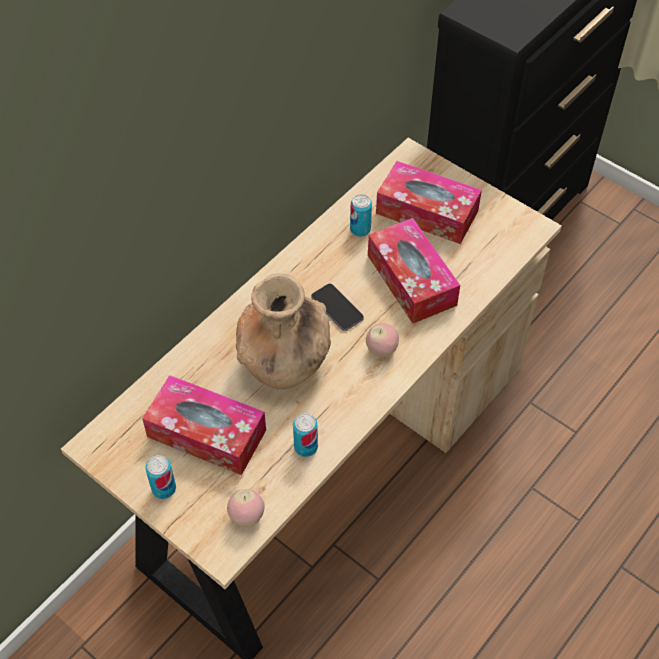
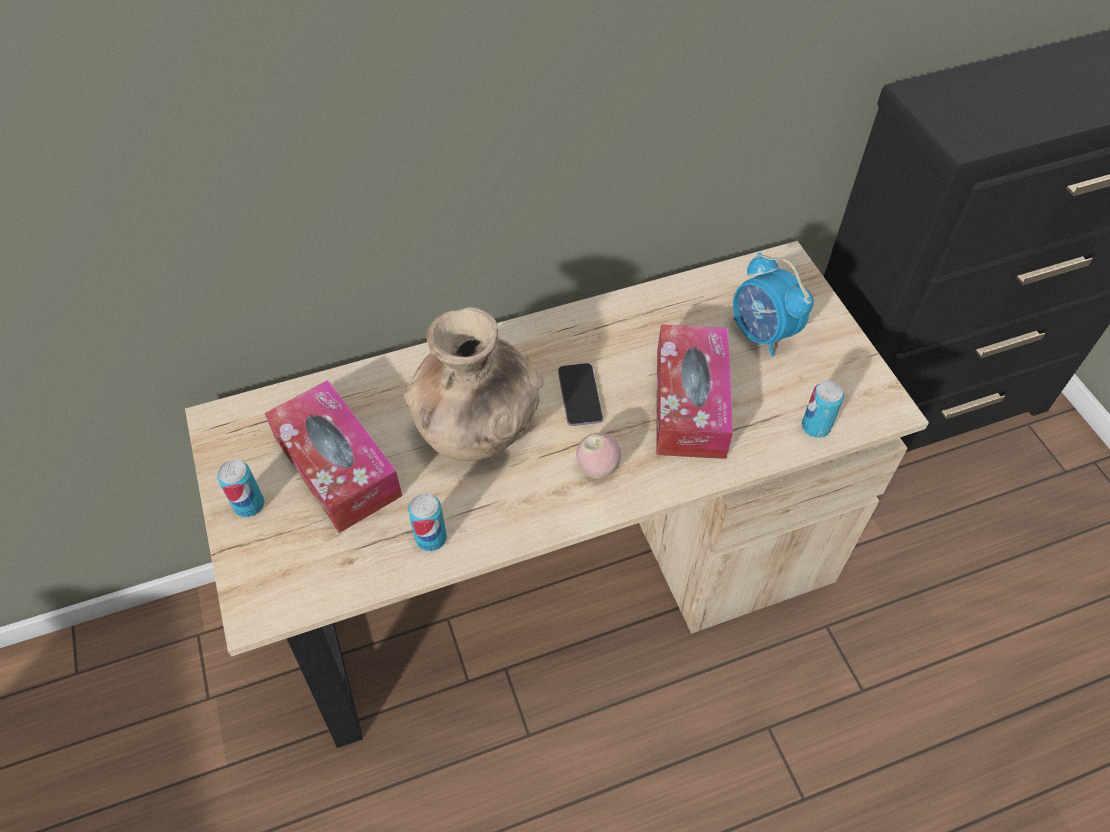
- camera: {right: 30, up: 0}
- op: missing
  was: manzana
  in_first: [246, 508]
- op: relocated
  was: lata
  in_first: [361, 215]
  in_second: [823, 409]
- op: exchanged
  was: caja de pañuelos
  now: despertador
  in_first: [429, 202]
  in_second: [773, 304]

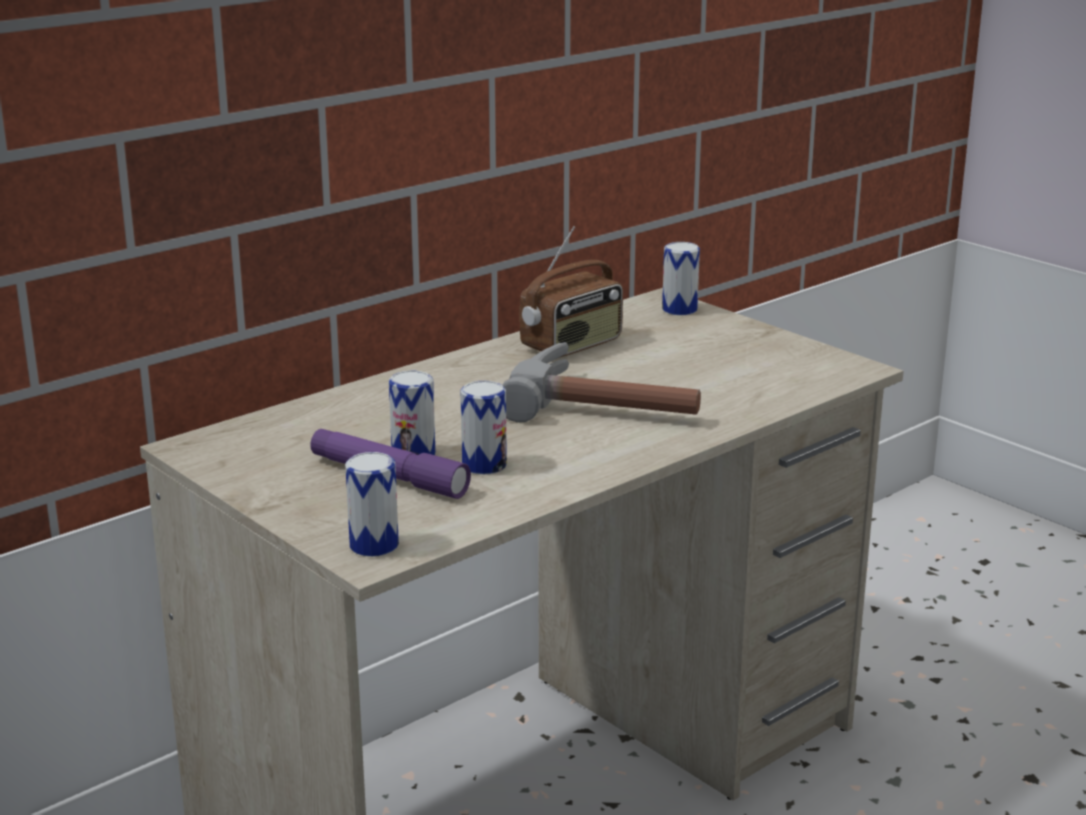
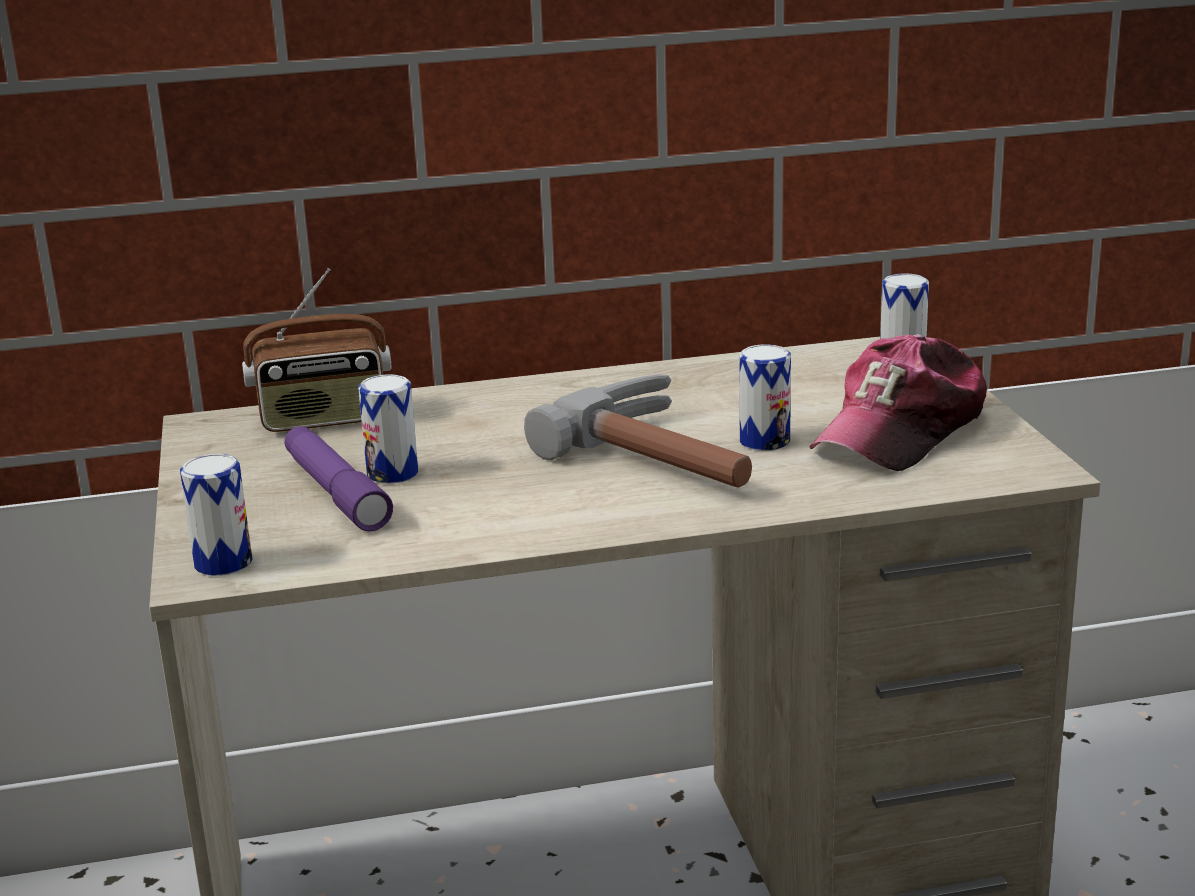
- camera: {right: 30, up: 0}
- op: appeared
  now: gorra
  in_second: [898, 402]
- op: relocated
  was: lata
  in_first: [483, 428]
  in_second: [765, 398]
- op: relocated
  was: radio
  in_first: [571, 292]
  in_second: [316, 350]

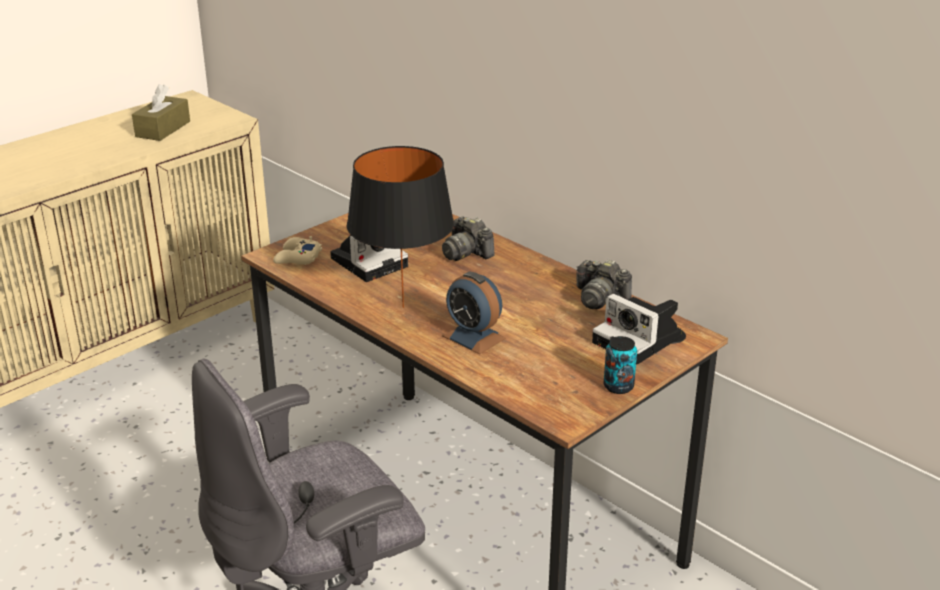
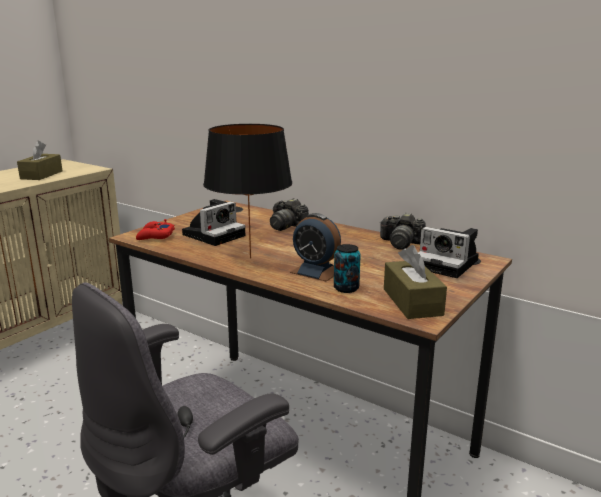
- camera: {right: -10, up: -10}
- op: appeared
  now: caja de pañuelos (marrón)
  in_second: [415, 282]
- op: relocated
  was: lata
  in_first: [620, 365]
  in_second: [347, 268]
- op: colour
  was: mando de consola (beis)
  now: mando de consola (rojo)
  in_first: [297, 250]
  in_second: [155, 229]

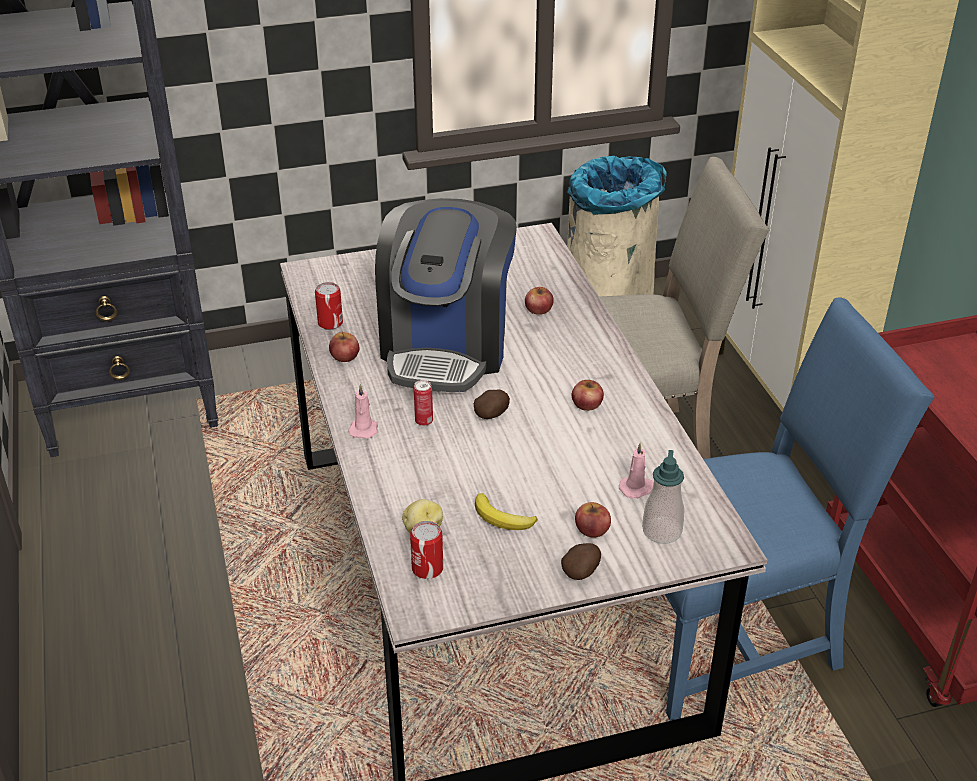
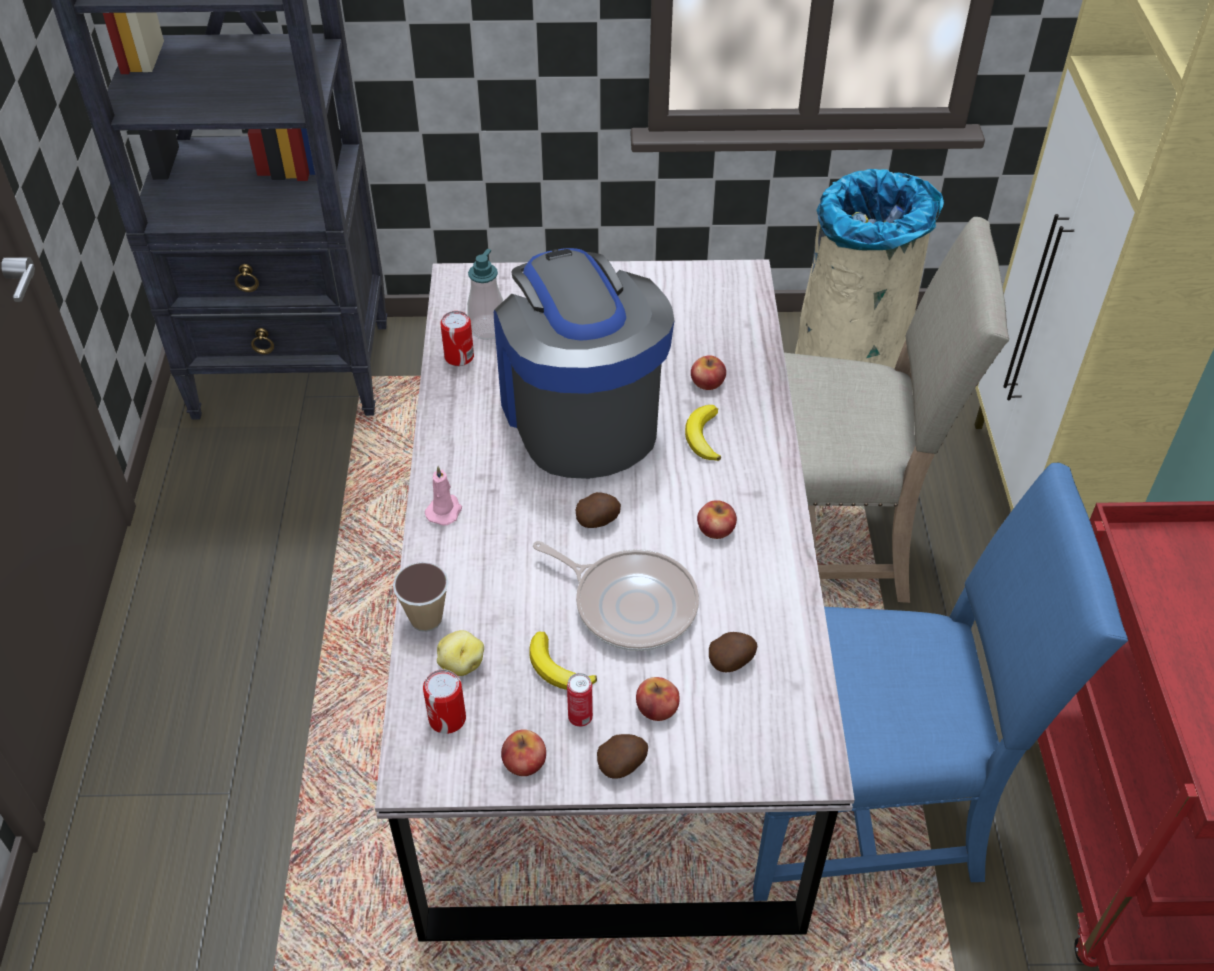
- camera: {right: 15, up: 10}
- op: appeared
  now: taza
  in_second: [420, 597]
- op: appeared
  now: sartén
  in_second: [616, 596]
- op: appeared
  now: plátano
  in_second: [703, 433]
- op: relocated
  was: manzana
  in_first: [344, 347]
  in_second: [523, 752]
- op: relocated
  was: lata
  in_first: [423, 403]
  in_second: [580, 700]
- op: relocated
  was: dispensador de jabón
  in_first: [663, 497]
  in_second: [485, 294]
- op: exchanged
  was: vela (rosa)
  now: patata
  in_first: [636, 470]
  in_second: [733, 652]
- op: spun
  was: cafetera
  in_first: [446, 295]
  in_second: [584, 363]
  clockwise: 135

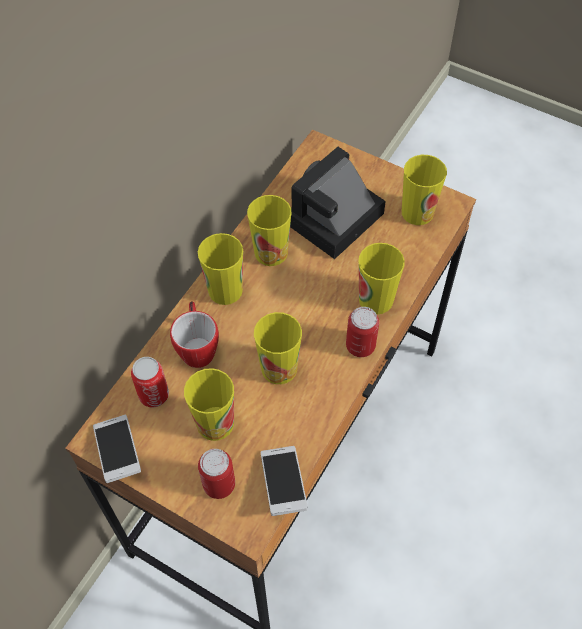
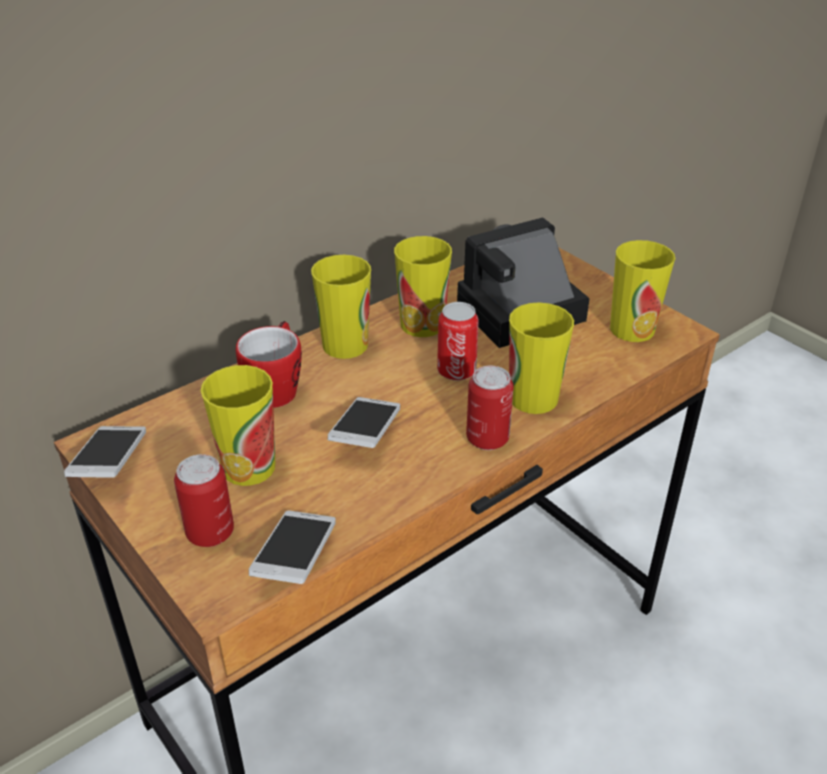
- camera: {right: 20, up: -20}
- op: relocated
  was: lata
  in_first: [150, 382]
  in_second: [458, 341]
- op: exchanged
  was: taza
  now: móvil
  in_first: [278, 348]
  in_second: [364, 422]

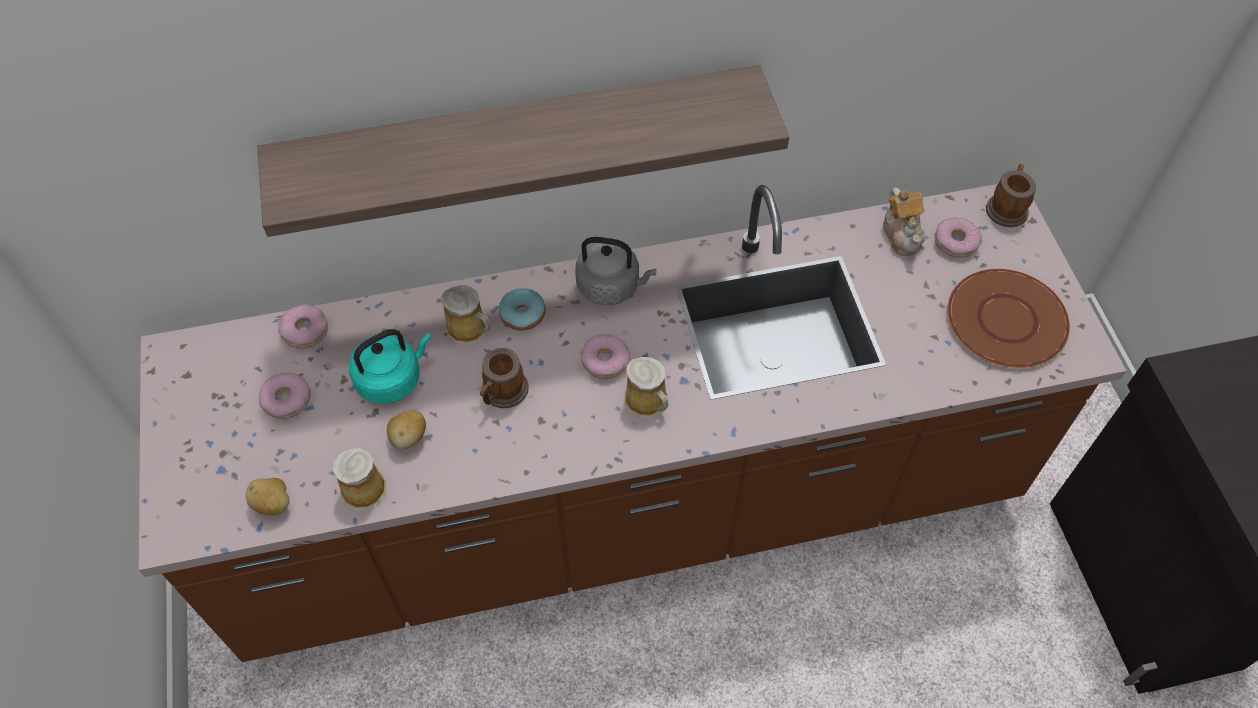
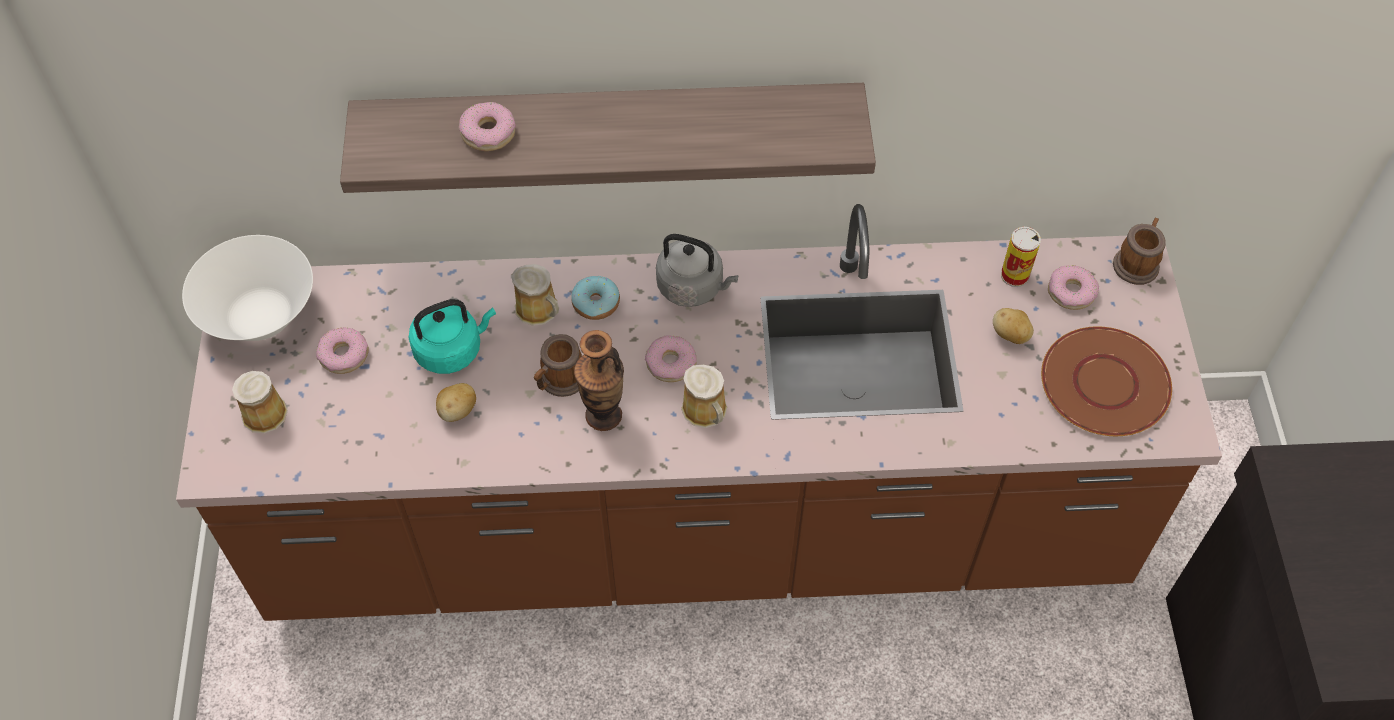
- camera: {right: 10, up: 0}
- op: appeared
  now: cuenco (blanco)
  in_second: [247, 288]
- op: appeared
  now: florero
  in_second: [599, 380]
- op: relocated
  was: patata
  in_first: [268, 496]
  in_second: [1013, 326]
- op: relocated
  was: rosquilla
  in_first: [303, 326]
  in_second: [487, 126]
- op: relocated
  was: taza grande
  in_first: [359, 479]
  in_second: [260, 402]
- op: exchanged
  was: tetera
  now: lata
  in_first: [904, 221]
  in_second: [1021, 257]

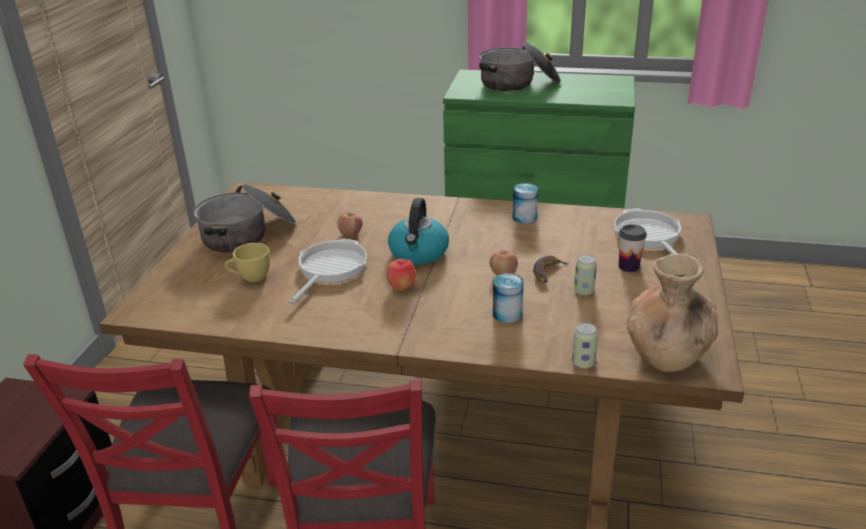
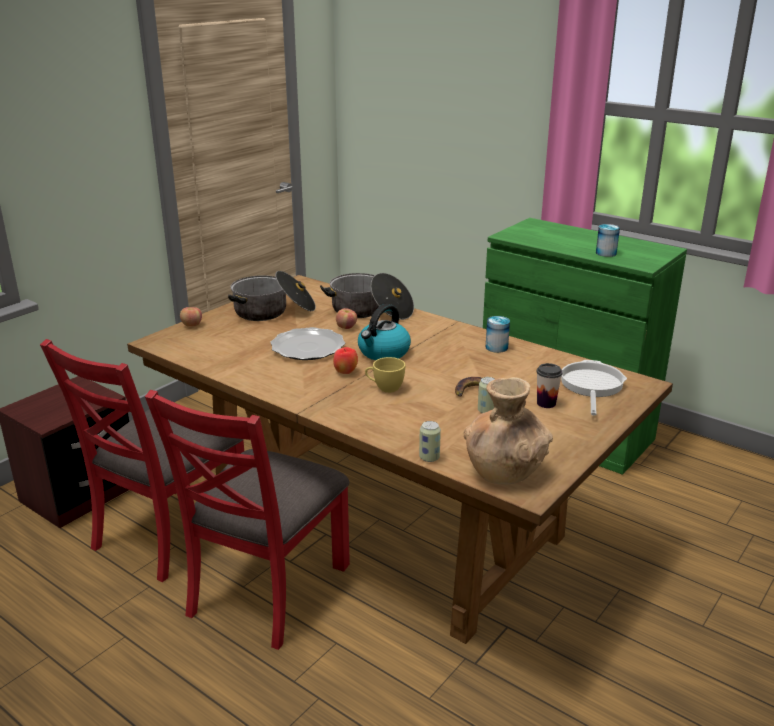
- camera: {right: 25, up: -5}
- op: relocated
  was: taza (amarillo)
  in_first: [247, 262]
  in_second: [385, 375]
- op: relocated
  was: olla
  in_first: [520, 67]
  in_second: [367, 296]
- op: relocated
  was: manzana
  in_first: [504, 262]
  in_second: [191, 317]
- op: relocated
  was: lata
  in_first: [508, 298]
  in_second: [608, 240]
- op: exchanged
  was: sartén
  now: plato
  in_first: [328, 271]
  in_second: [307, 343]

